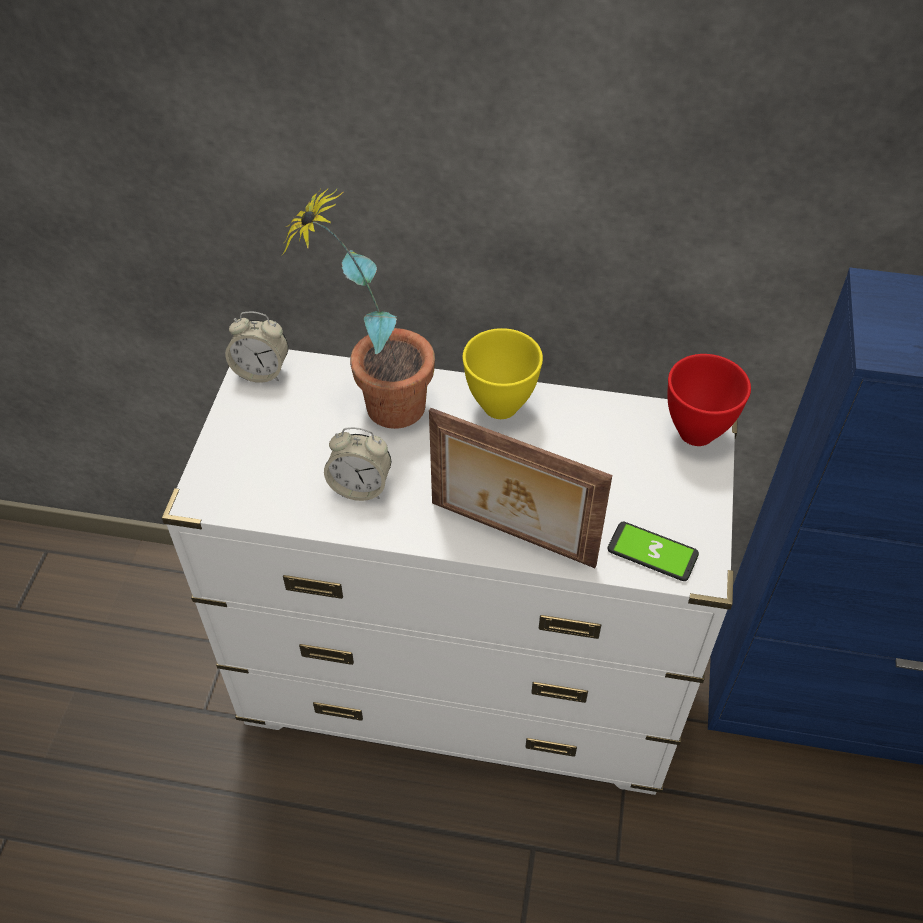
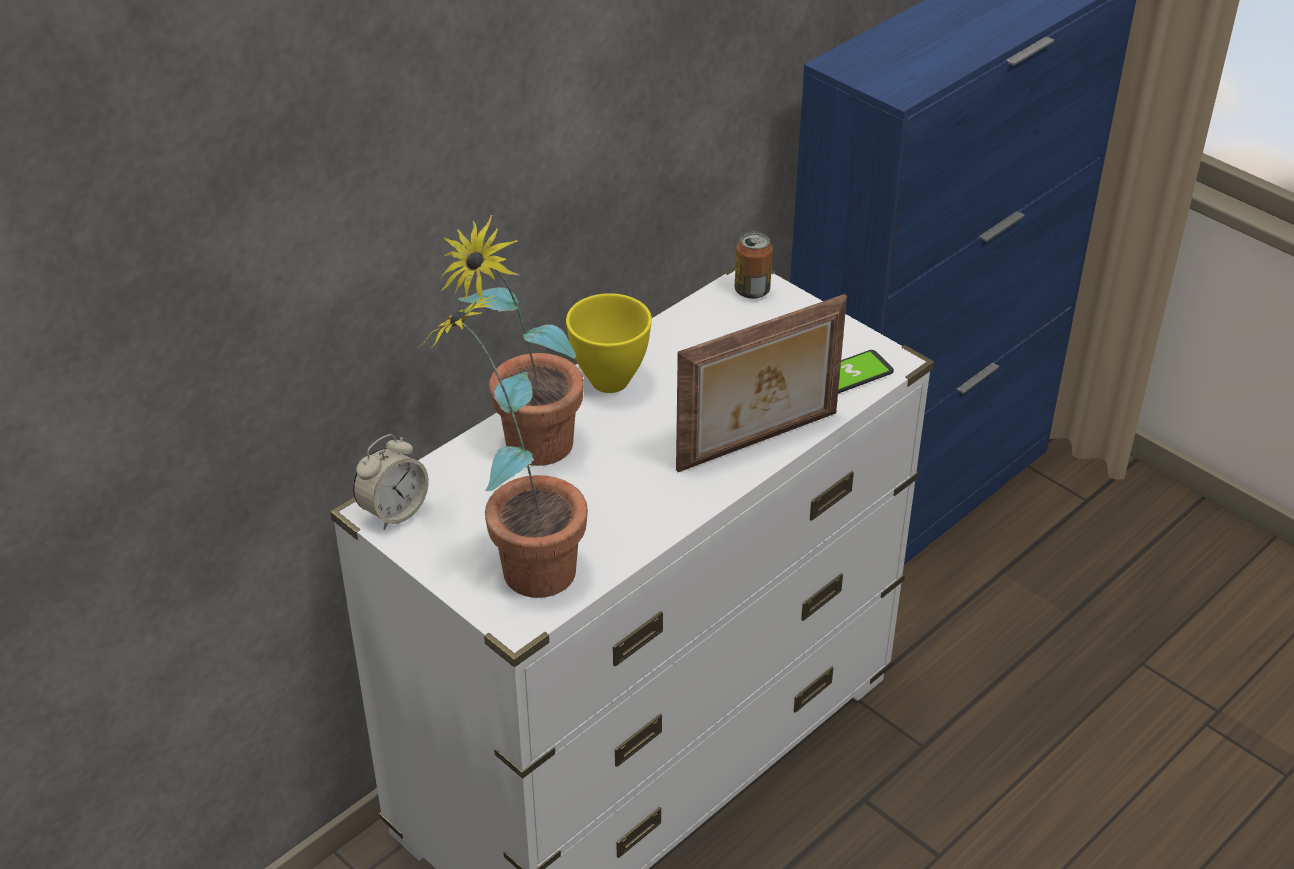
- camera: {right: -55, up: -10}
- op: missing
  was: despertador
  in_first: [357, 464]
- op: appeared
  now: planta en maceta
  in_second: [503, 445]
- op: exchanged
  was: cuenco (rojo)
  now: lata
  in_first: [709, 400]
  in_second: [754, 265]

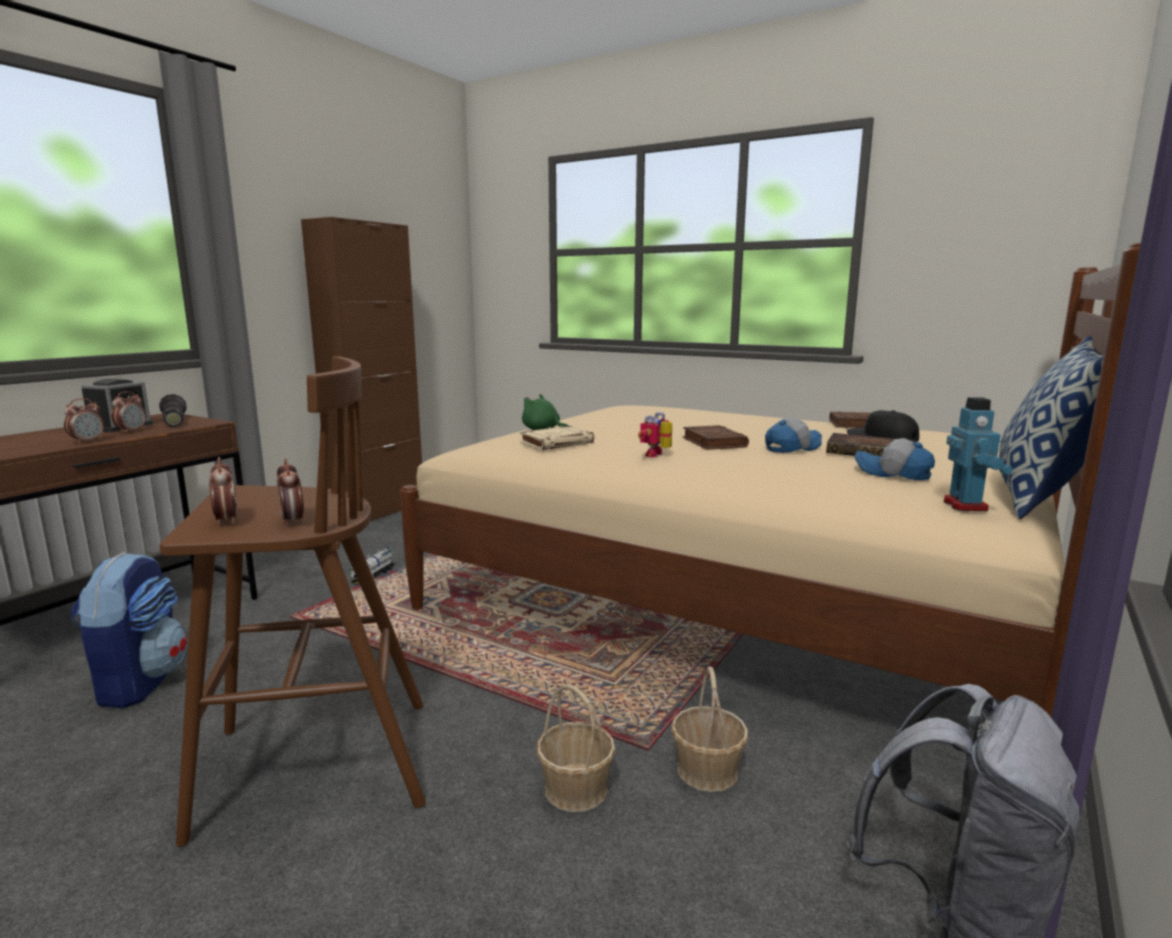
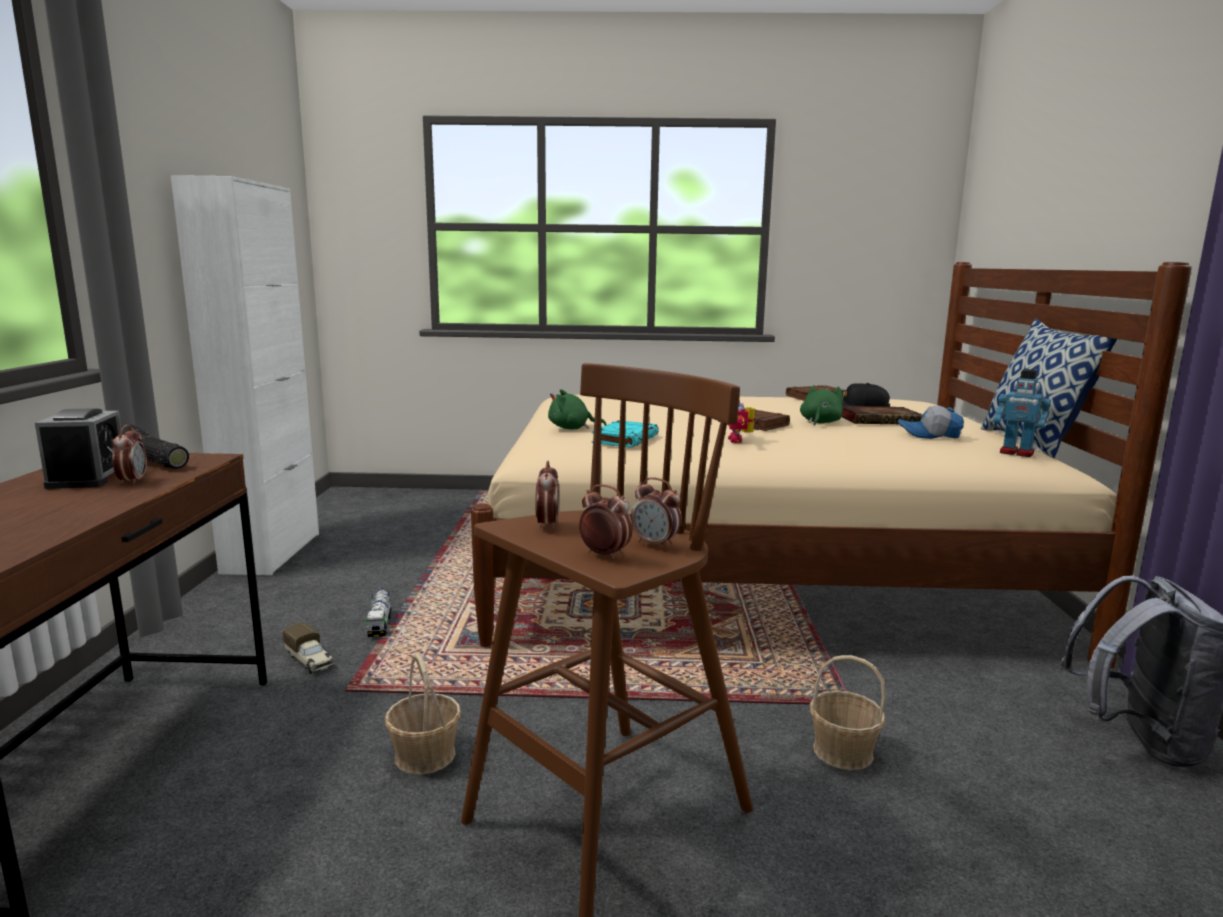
- camera: {right: -30, up: 0}
- op: missing
  was: mochila
  in_first: [129, 630]
- op: appeared
  now: camión de juguete
  in_second: [308, 648]
- op: relocated
  was: despertador
  in_first: [84, 421]
  in_second: [547, 495]
- op: relocated
  was: cesta
  in_first: [709, 729]
  in_second: [423, 714]
- op: exchanged
  was: gorra
  now: peluche (verde)
  in_first: [793, 435]
  in_second: [821, 405]
- op: colour
  was: armario (marrón)
  now: armario (blanco)
  in_first: [361, 369]
  in_second: [245, 375]
- op: colour
  was: libro (beis)
  now: libro (turquesa)
  in_first: [557, 438]
  in_second: [625, 434]
- op: spun
  was: robot de juguete
  in_first: [978, 454]
  in_second: [1022, 413]
  clockwise: 150

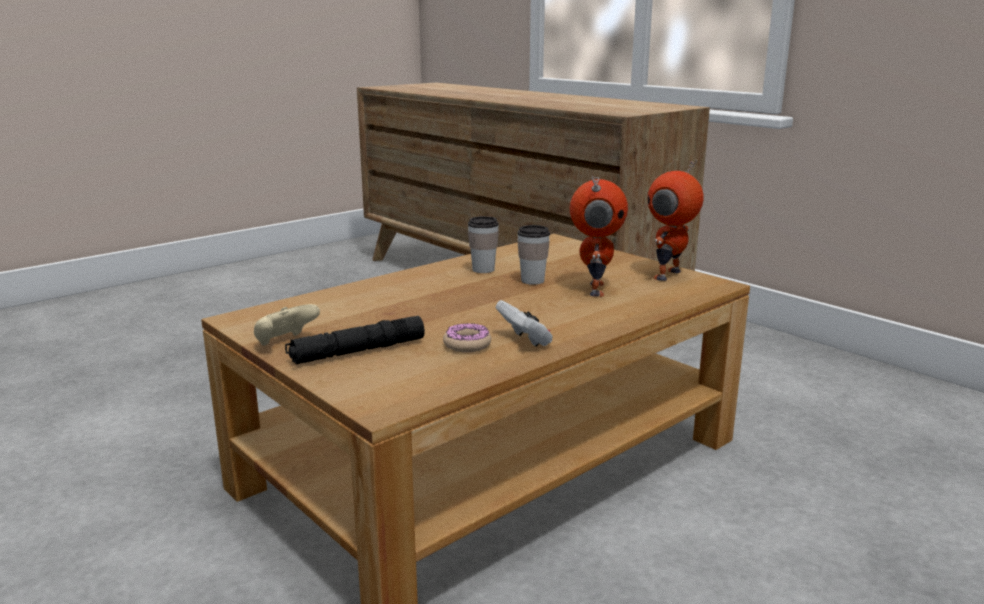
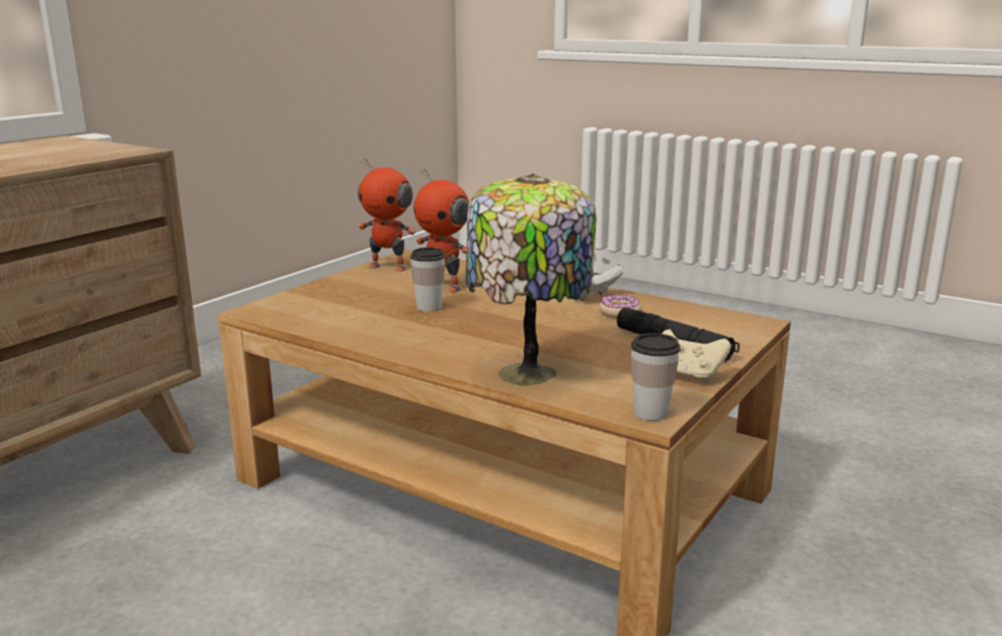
- camera: {right: -105, up: 0}
- op: appeared
  now: lámpara de mesa
  in_second: [531, 280]
- op: relocated
  was: taza
  in_first: [483, 244]
  in_second: [656, 377]
- op: spun
  was: robot de juguete
  in_first: [599, 236]
  in_second: [441, 230]
  clockwise: -135

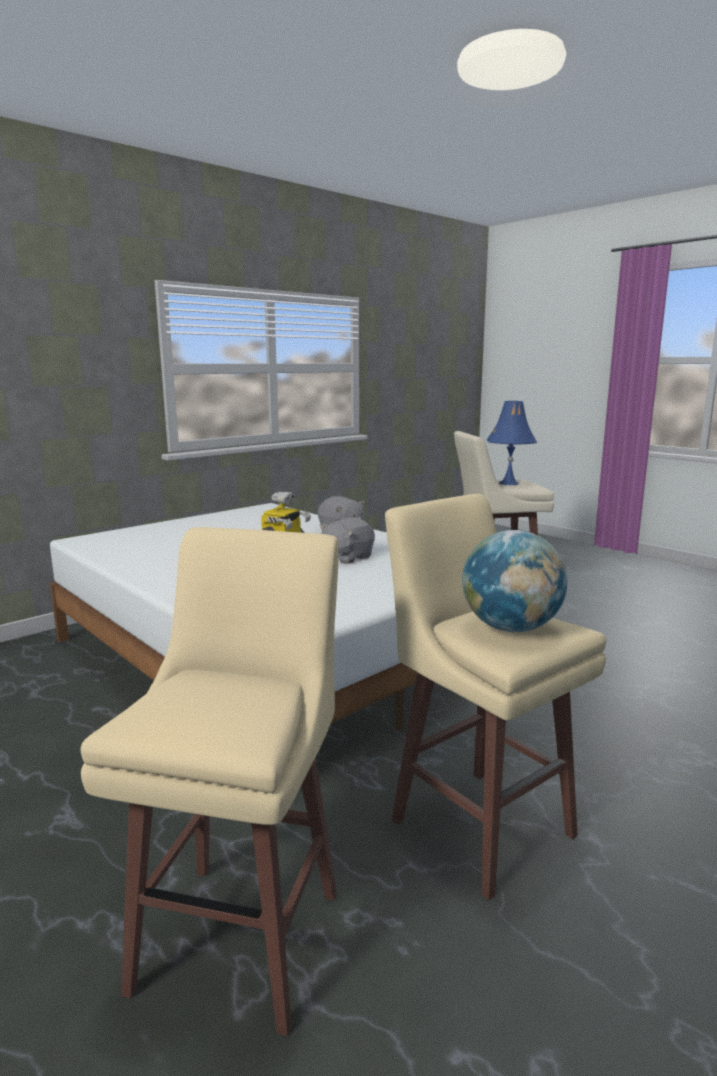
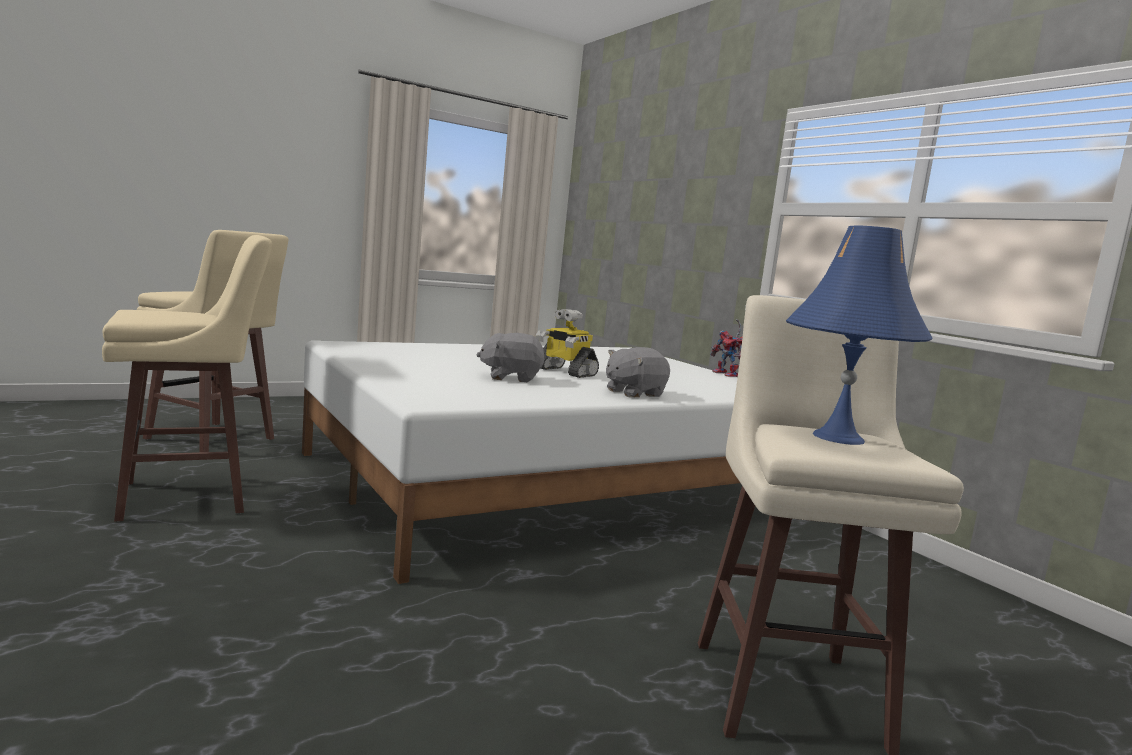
- camera: {right: 100, up: -5}
- op: missing
  was: globo terráqueo
  in_first: [514, 581]
- op: appeared
  now: robot de juguete
  in_second: [726, 348]
- op: spun
  was: peluche (gris)
  in_first: [347, 540]
  in_second: [510, 357]
  clockwise: -60

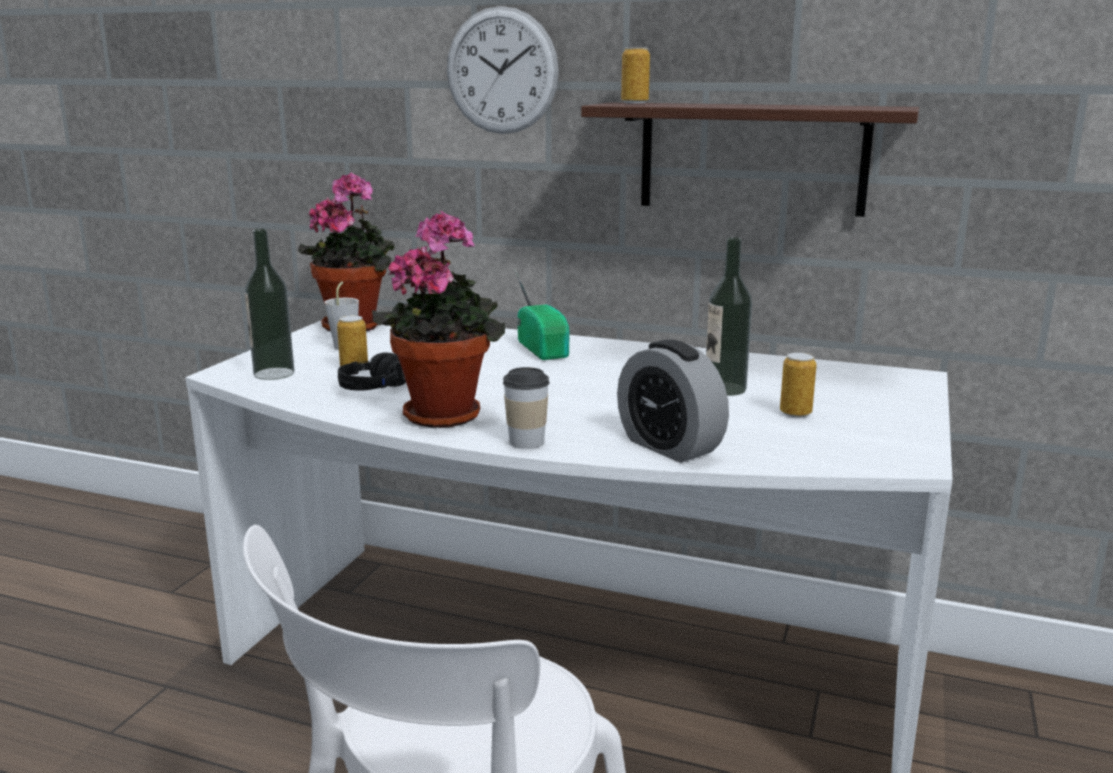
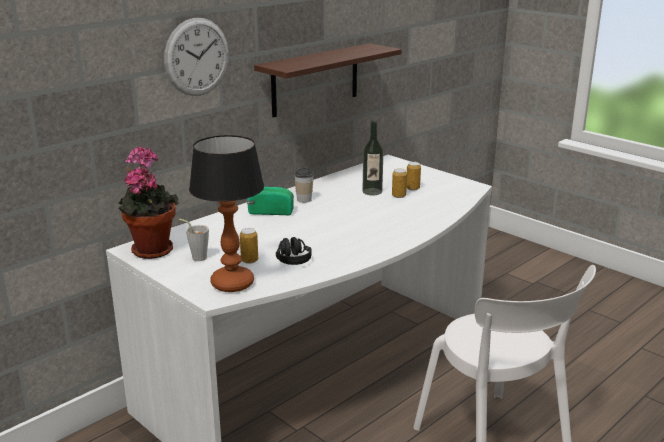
- camera: {right: -65, up: 5}
- op: missing
  was: planta en maceta
  in_first: [438, 319]
- op: missing
  was: despertador
  in_first: [673, 401]
- op: relocated
  was: taza
  in_first: [526, 408]
  in_second: [304, 185]
- op: relocated
  was: lata
  in_first: [635, 75]
  in_second: [399, 183]
- op: exchanged
  was: botella
  now: lámpara de mesa
  in_first: [269, 304]
  in_second: [226, 213]

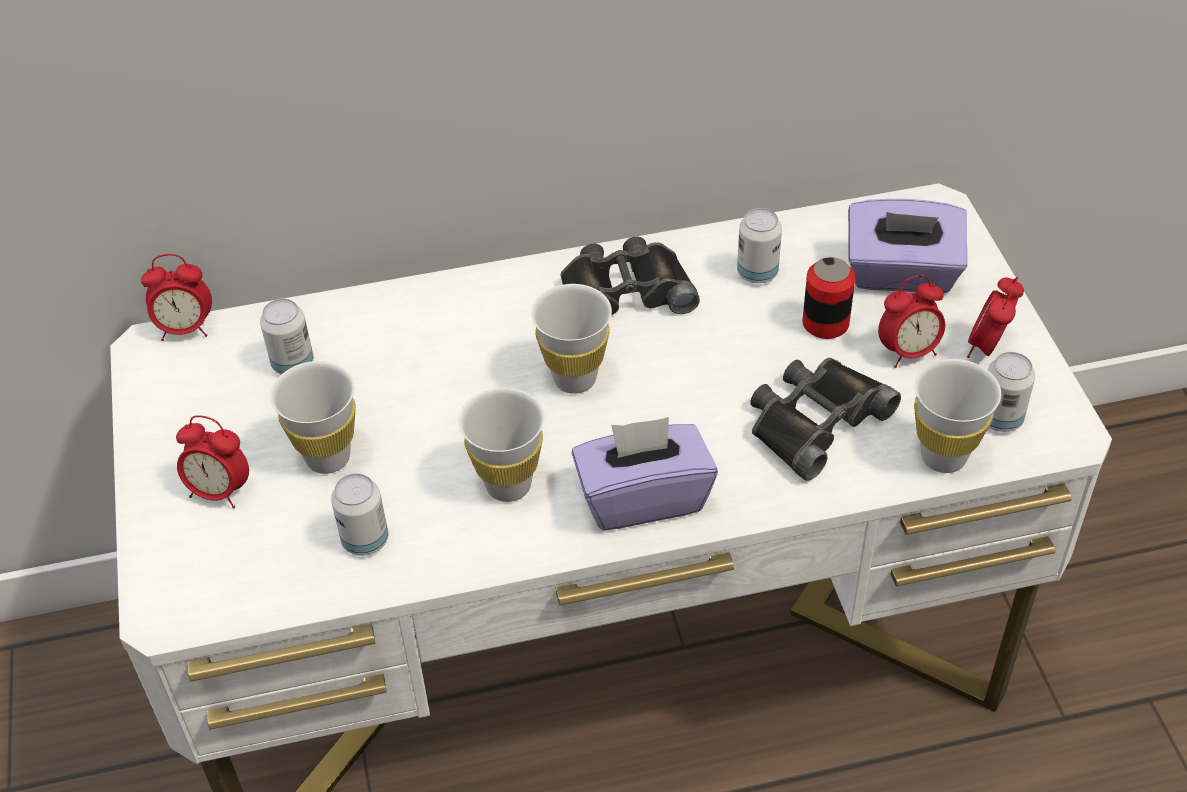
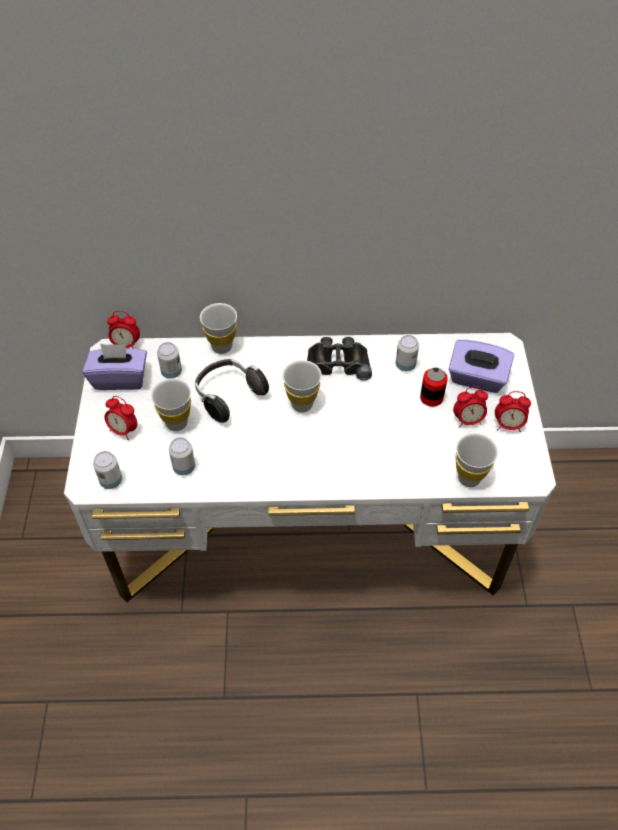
- camera: {right: 10, up: 5}
- op: missing
  was: prismáticos (negro)
  in_first: [825, 419]
- op: appeared
  now: auriculares
  in_second: [232, 391]
- op: relocated
  was: taza (blanco)
  in_first: [501, 444]
  in_second: [218, 328]
- op: relocated
  was: caja de pañuelos (morado)
  in_first: [645, 474]
  in_second: [115, 367]
- op: relocated
  was: lata
  in_first: [1011, 392]
  in_second: [107, 470]
- op: spun
  was: despertador
  in_first: [995, 317]
  in_second: [513, 411]
  clockwise: -120

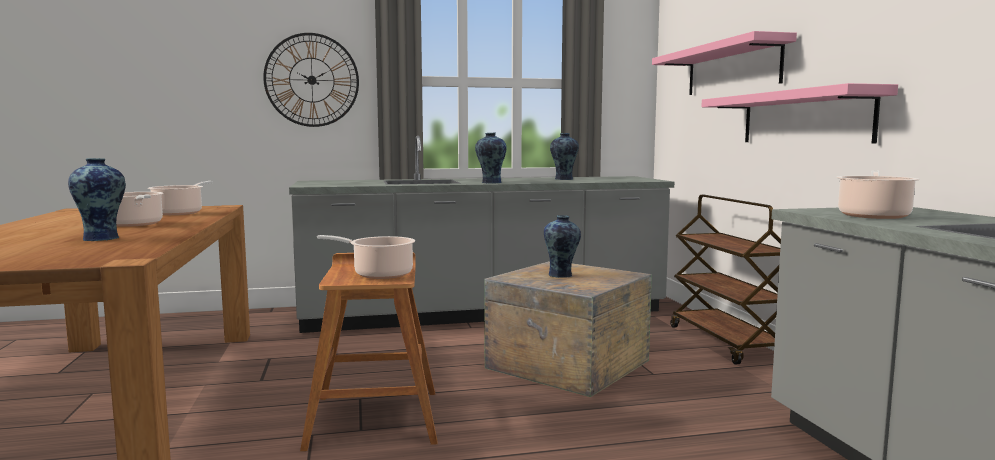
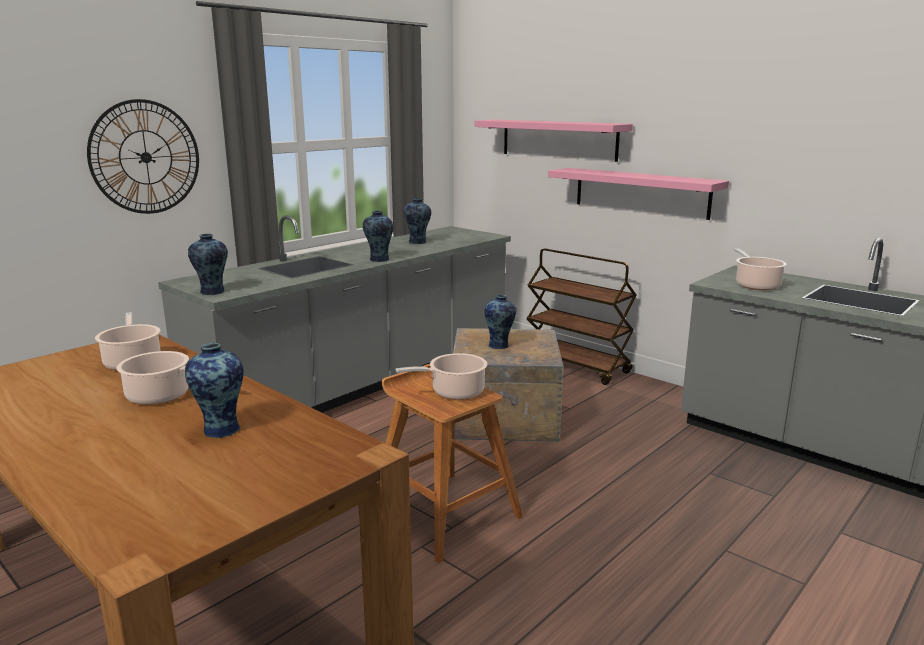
- camera: {right: -35, up: 10}
- op: appeared
  now: florero
  in_second: [208, 264]

